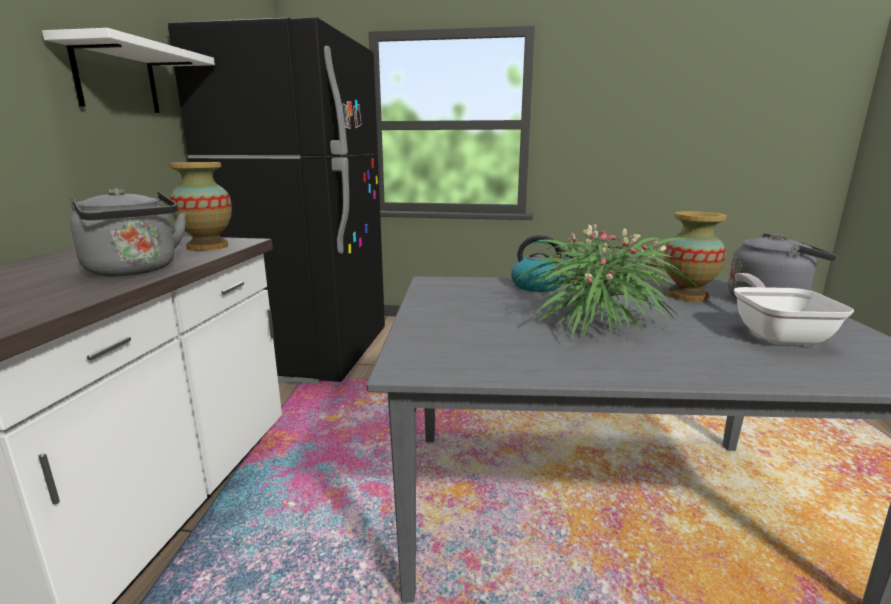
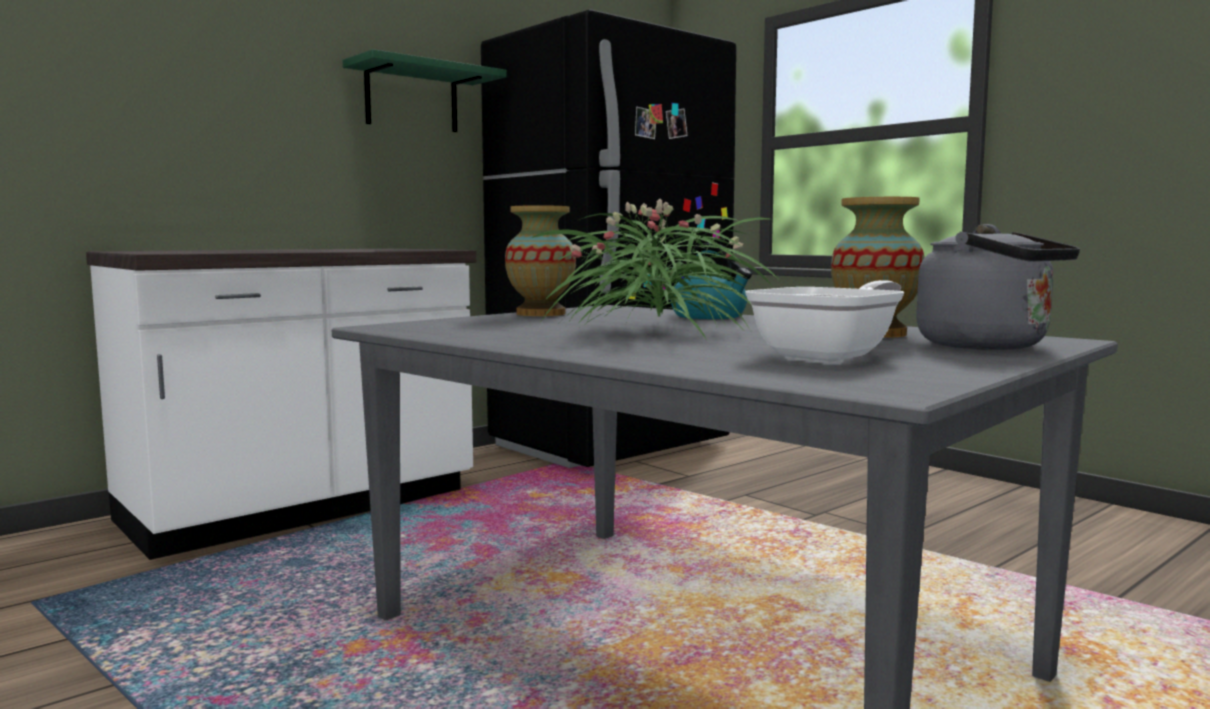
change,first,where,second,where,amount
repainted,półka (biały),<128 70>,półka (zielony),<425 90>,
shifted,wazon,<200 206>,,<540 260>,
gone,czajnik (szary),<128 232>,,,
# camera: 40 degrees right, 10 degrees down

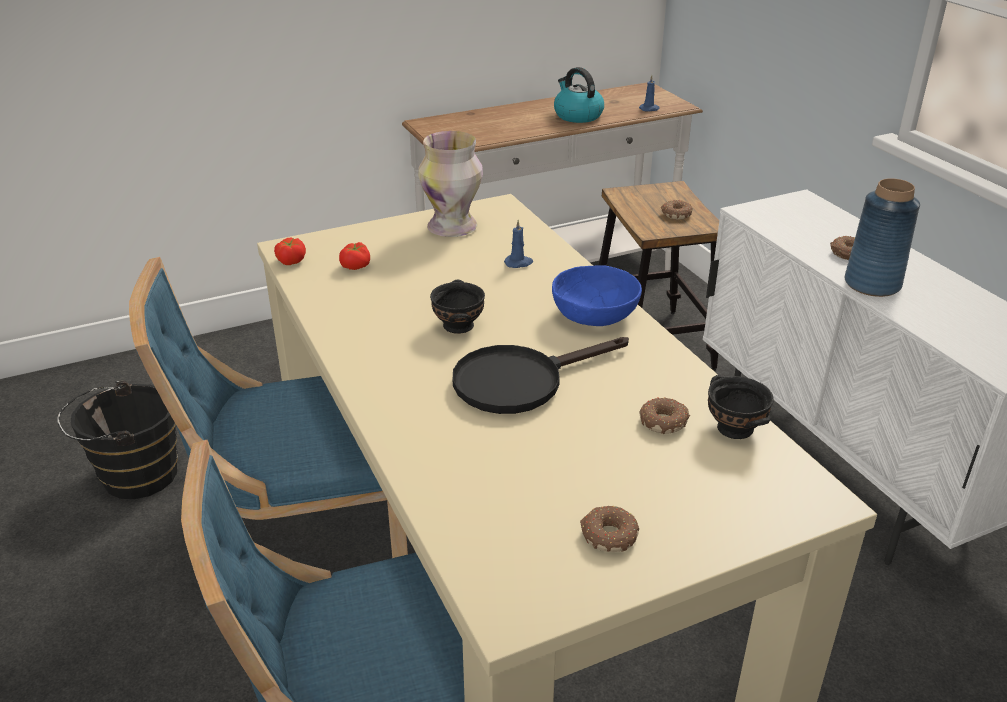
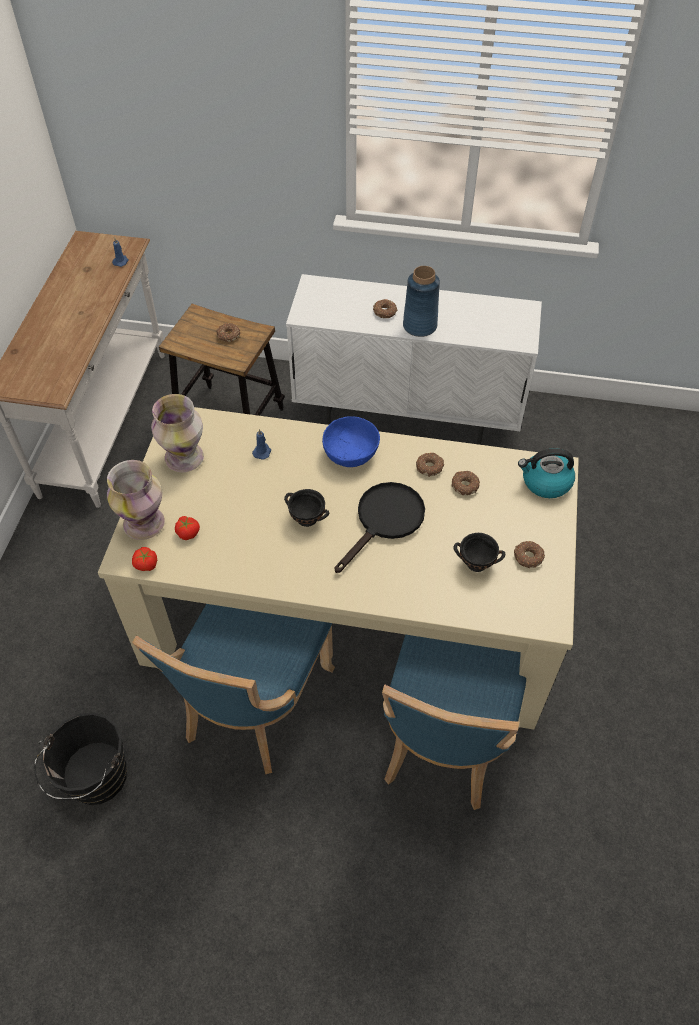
change,first,where,second,where,amount
shifted,czajnik,<579 95>,,<546 473>,
rotated,patelnia (czarny),<541 375>,,<380 527>,150 degrees counterclockwise
shifted,miska (czarny),<741 407>,,<479 552>,
new,,,donut,<430 465>,
new,,,wazon,<136 500>,
# camera: 55 degrees left, 20 degrees up

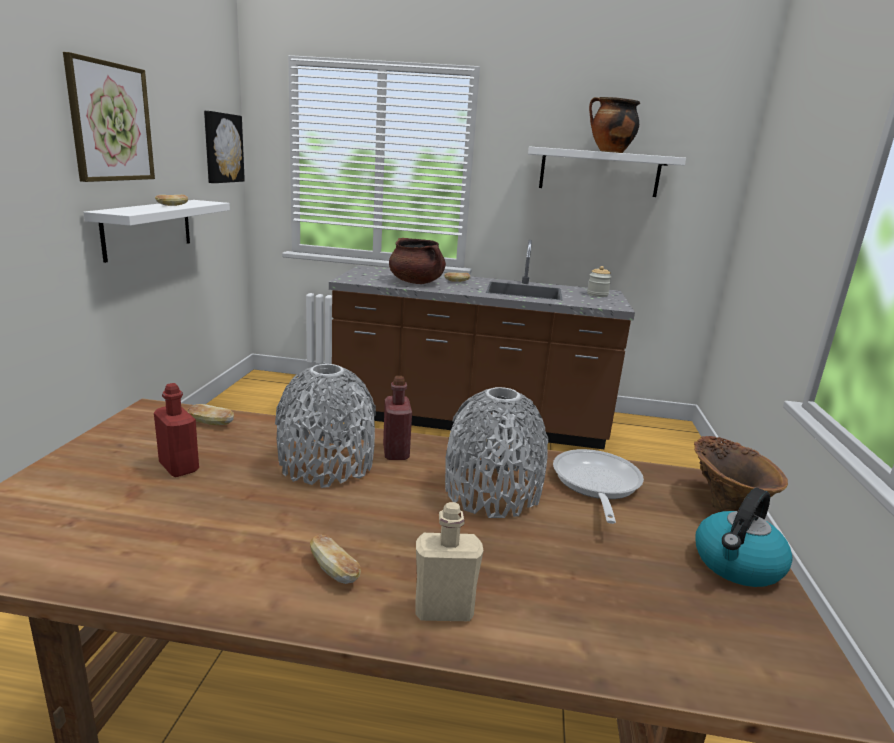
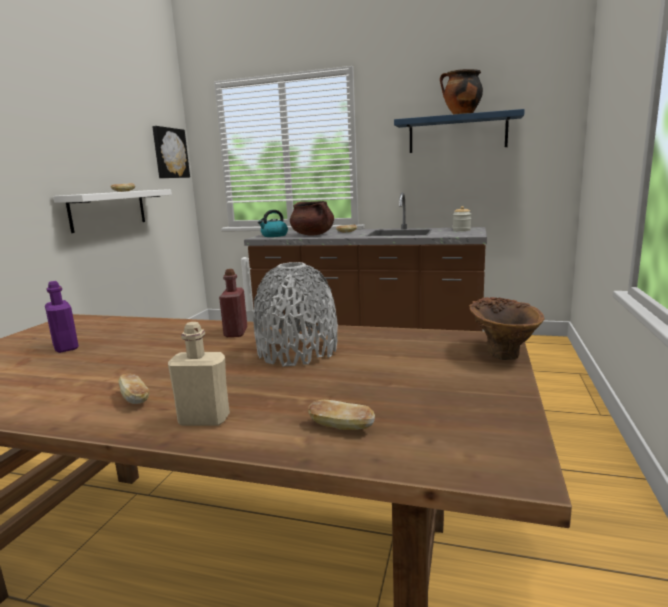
change,first,where,second,where,amount
gone,obraz,<109 117>,,,
repainted,półka (biały),<607 171>,półka (niebieski),<459 131>,
gone,wazon (szary),<325 426>,,,
repainted,butelka (czerwony),<176 430>,butelka (fioletowy),<62 317>,
shifted,chleb,<211 414>,,<341 415>,
gone,patelnia,<598 486>,,,
shifted,czajnik,<744 537>,,<273 223>,
# camera: 10 degrees right, 5 degrees down

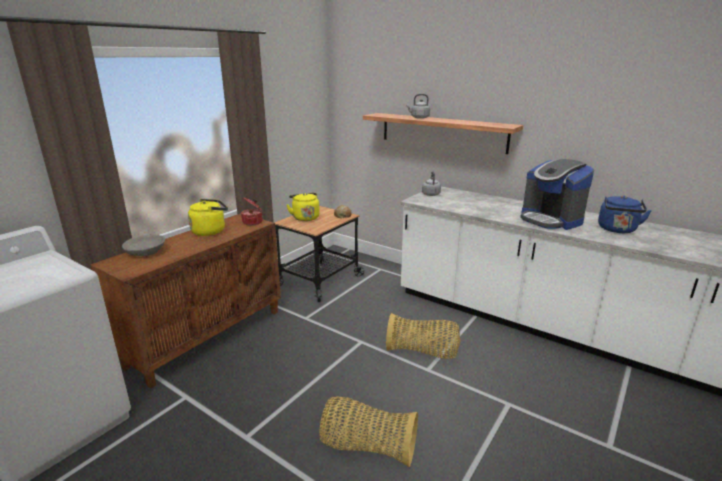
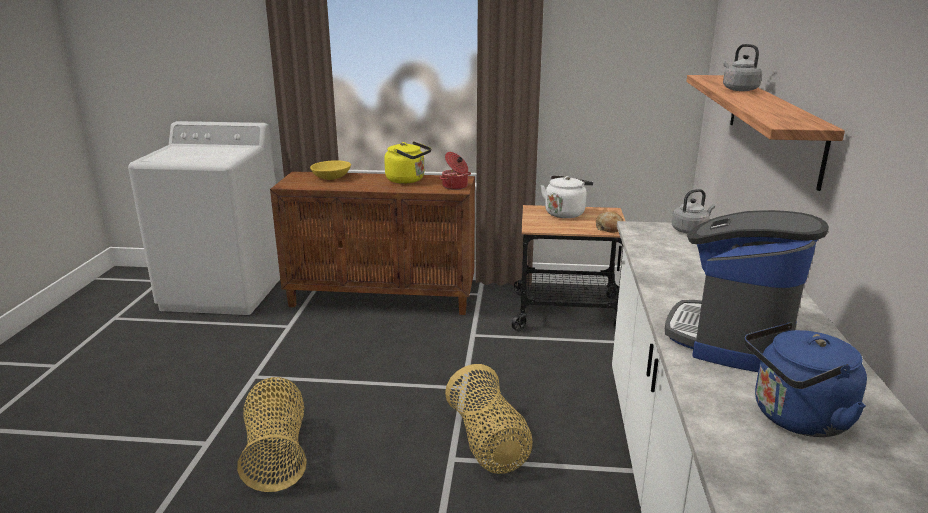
change,first,where,second,where,amount
repainted,czajnik (żółty),<303 207>,czajnik (biały),<566 197>,
repainted,miska (szary),<143 245>,miska (żółty),<330 170>,
# camera: 60 degrees right, 0 degrees up

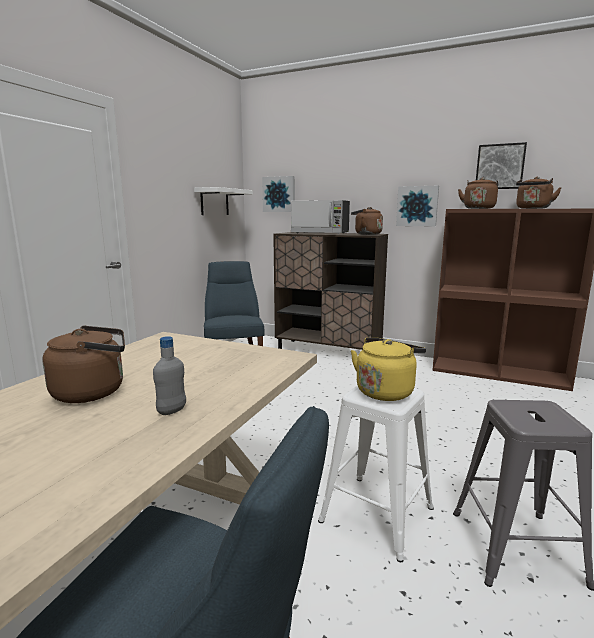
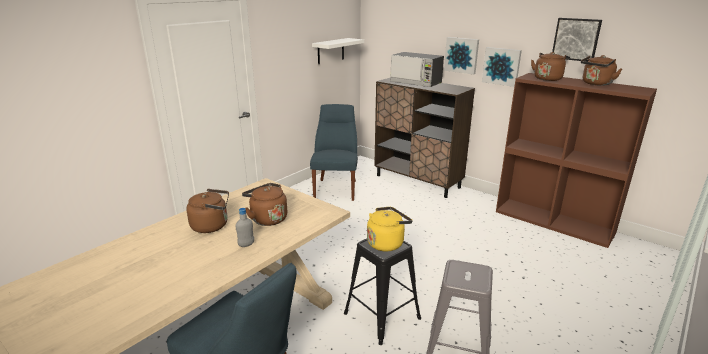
change,first,where,second,where,amount
shifted,obraz,<278 194>,,<461 56>,
shifted,czajnik (brązowy),<367 221>,,<264 204>,
repainted,stołek (biały),<376 473>,stołek (czarny),<382 292>,
# camera: 15 degrees right, 10 degrees up

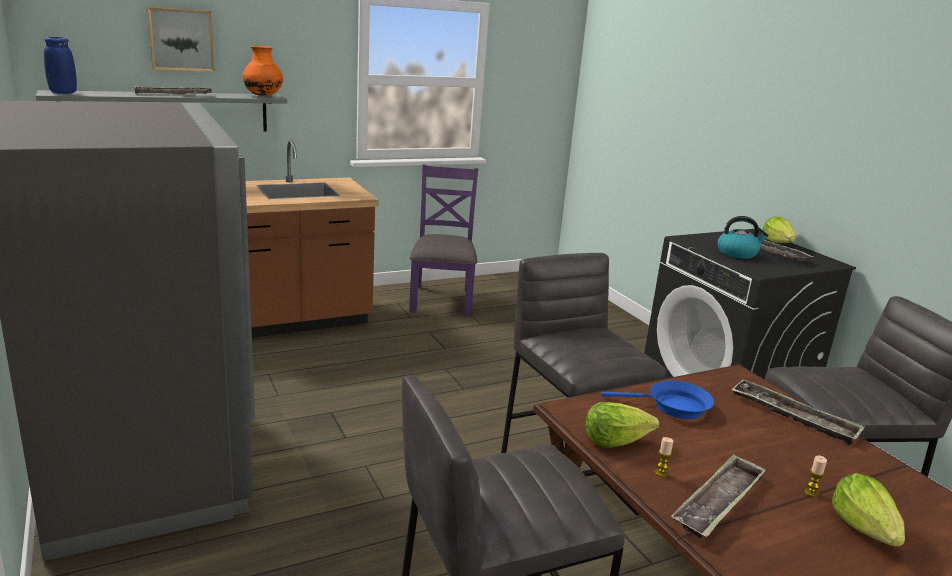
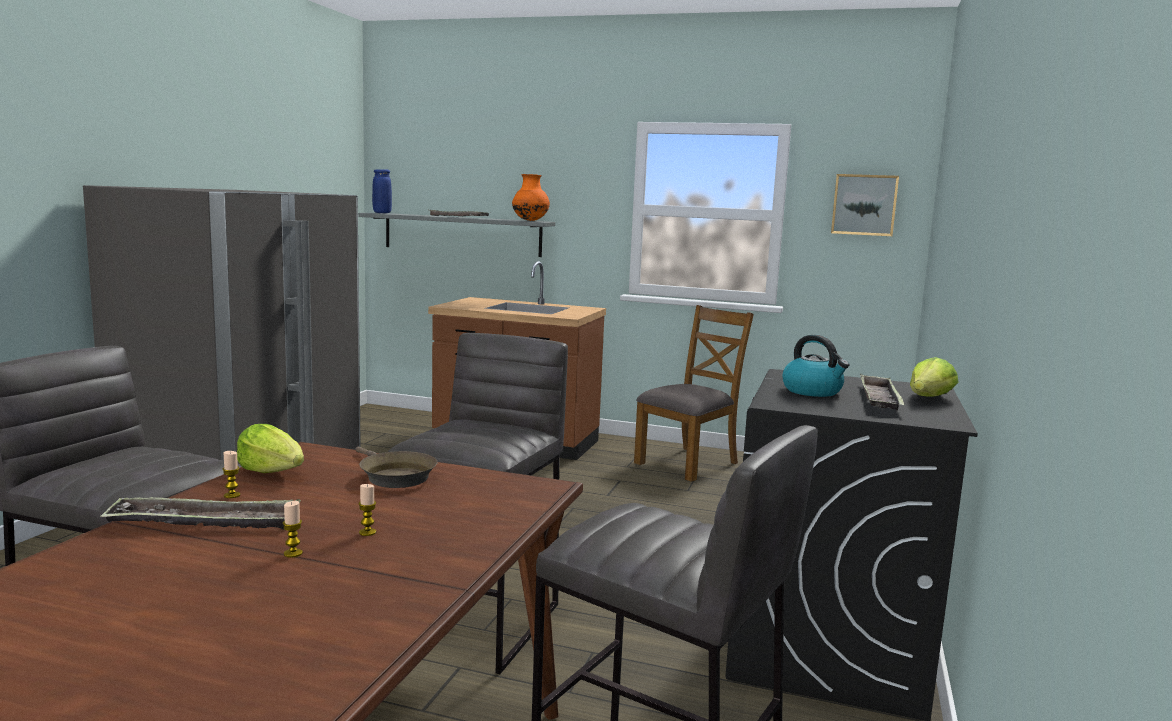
change,first,where,second,where,amount
shifted,obraz,<180 39>,,<865 205>,
repainted,krzesło (fioletowy),<443 240>,krzesło (brązowy),<694 393>,
gone,taca,<798 412>,,,
repainted,patelnia (niebieski),<657 400>,patelnia (brązowy),<396 467>,
gone,sałata,<868 510>,,,
new,,,świeca,<367 510>,
# camera: 45 degrees right, 10 degrees down

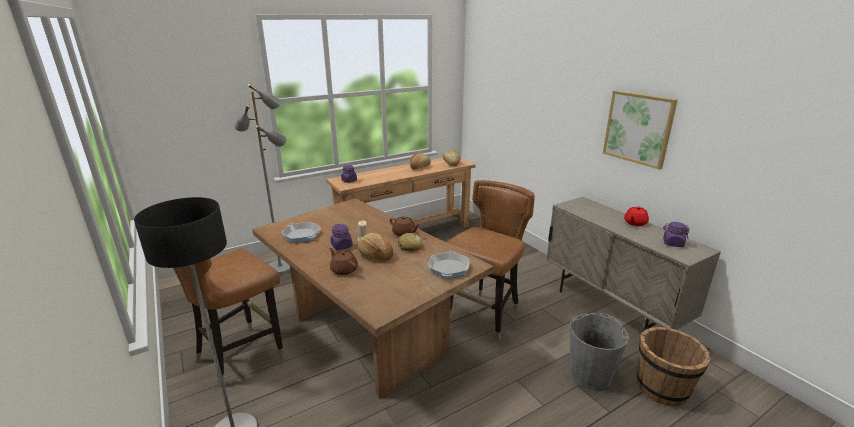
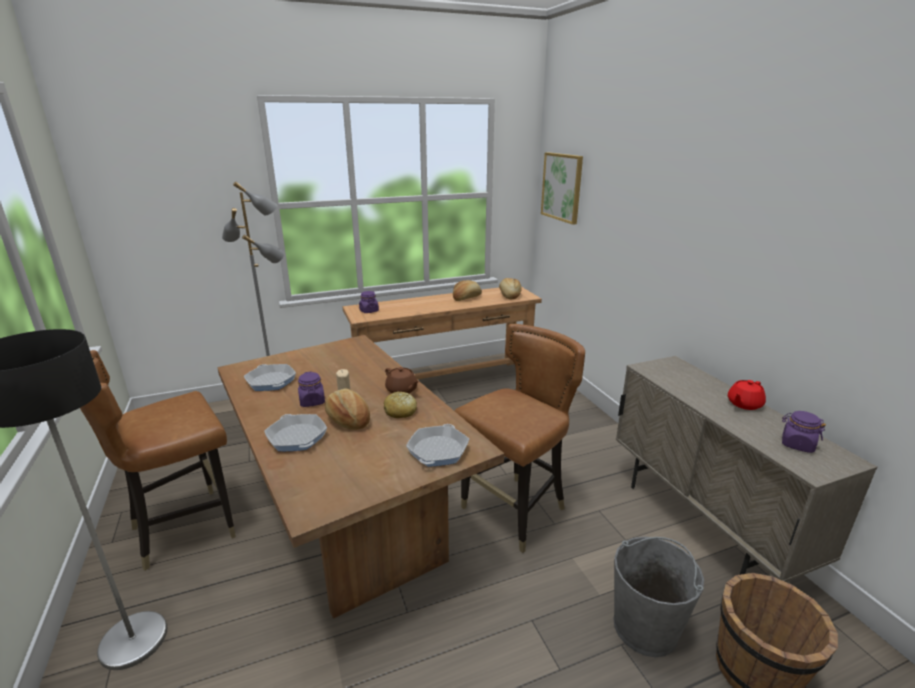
change,first,where,second,where,amount
shifted,obraz,<640 130>,,<562 188>,
swapped,imbryk (brązowy),<343 261>,patelnia,<295 432>,
# camera: 10 degrees right, 0 degrees up

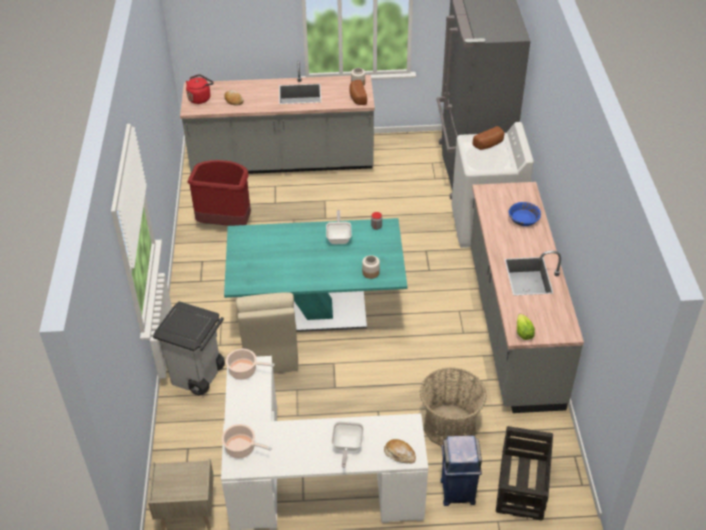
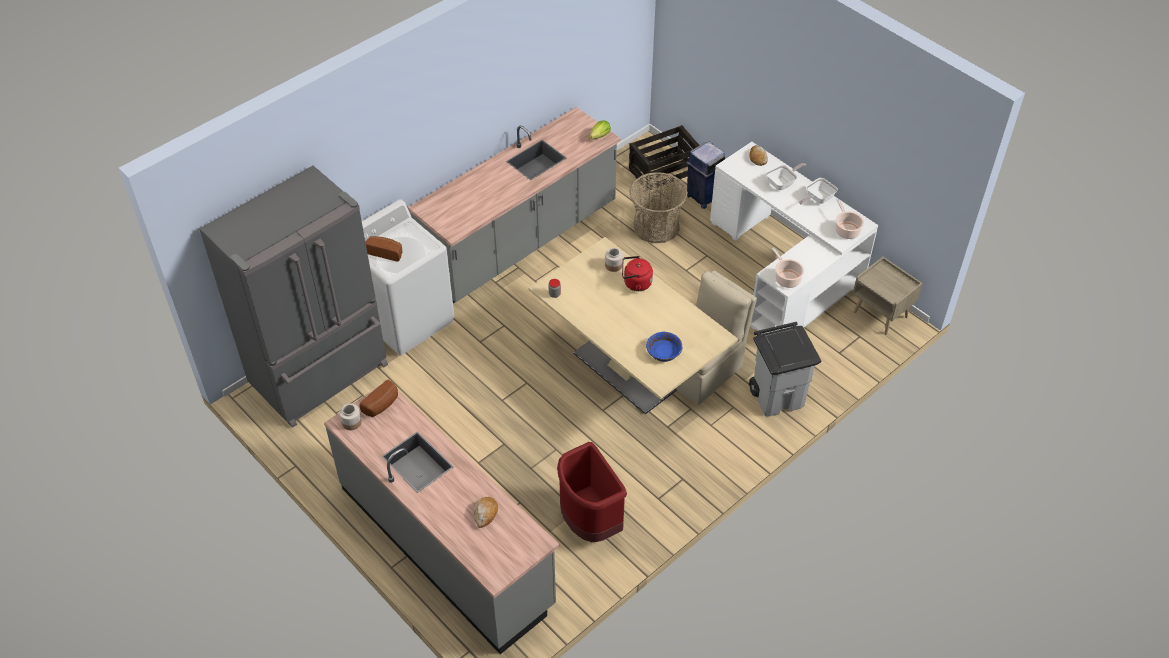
change,first,where,second,where,amount
shifted,czajnik (czerwony),<200 89>,,<637 273>,
shifted,miska (niebieski),<524 214>,,<664 347>,
shifted,patelnia,<339 227>,,<818 191>,
repainted,stół jadalny (turkusowy),<315 275>,stół jadalny (beżowy),<633 326>,
# camera: 130 degrees left, 5 degrees up

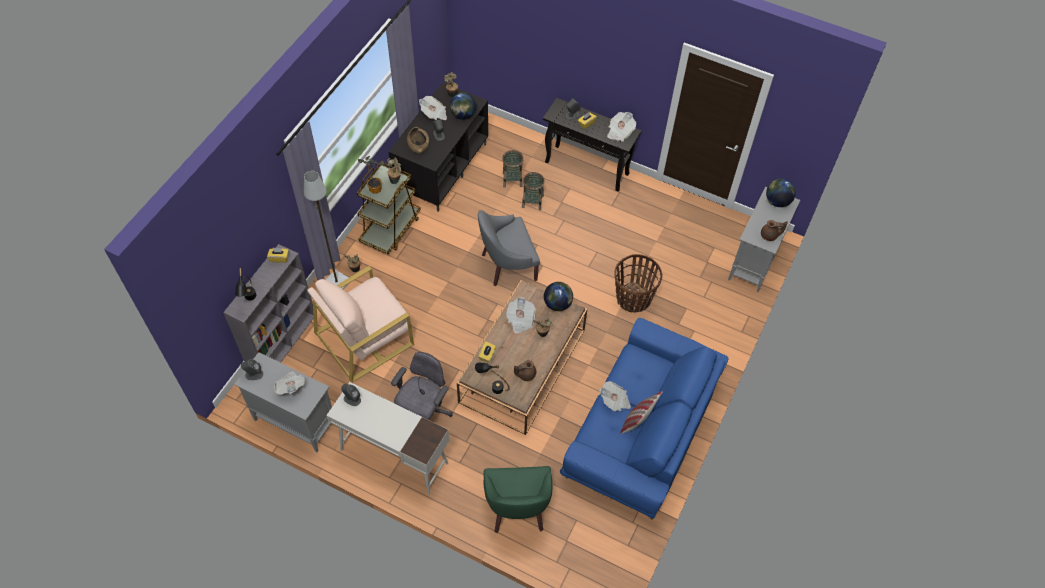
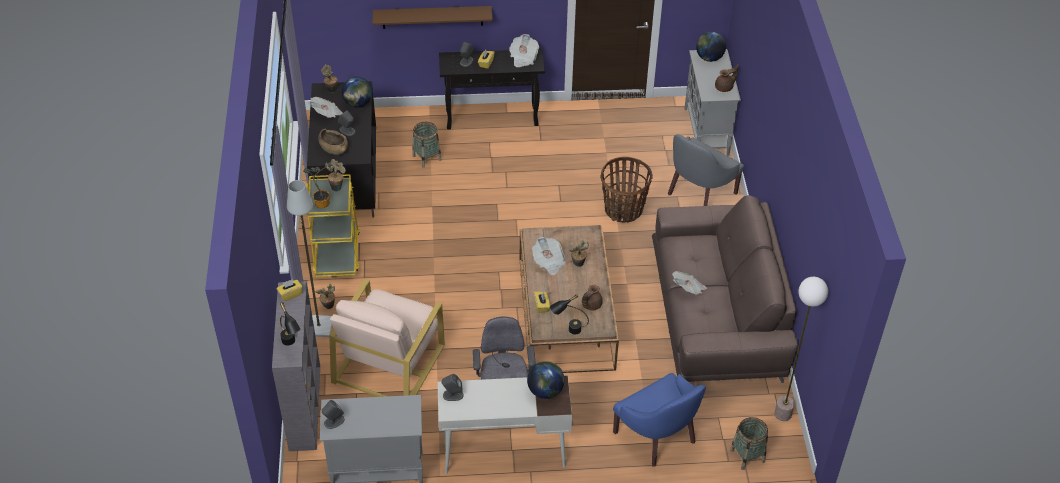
change,first,where,second,where,amount
repainted,wózek (brązowy),<389 208>,wózek (żółty),<333 225>,
shifted,koszyk,<533 191>,,<749 443>,
shifted,fotel (szary),<509 248>,,<706 170>,
shifted,globus,<558 296>,,<546 380>,
repainted,kanapa (niebieski),<644 419>,kanapa (brązowy),<725 289>,
gone,gazeta,<289 383>,,,
gone,poduszka,<641 412>,,,
repainted,fotel (zielony),<517 499>,fotel (niebieski),<659 419>,
new,,,półka (brązowy),<433 17>,
new,,,lampa stojąca,<801 349>,
# camera: 30 degrees left, 10 degrees down

